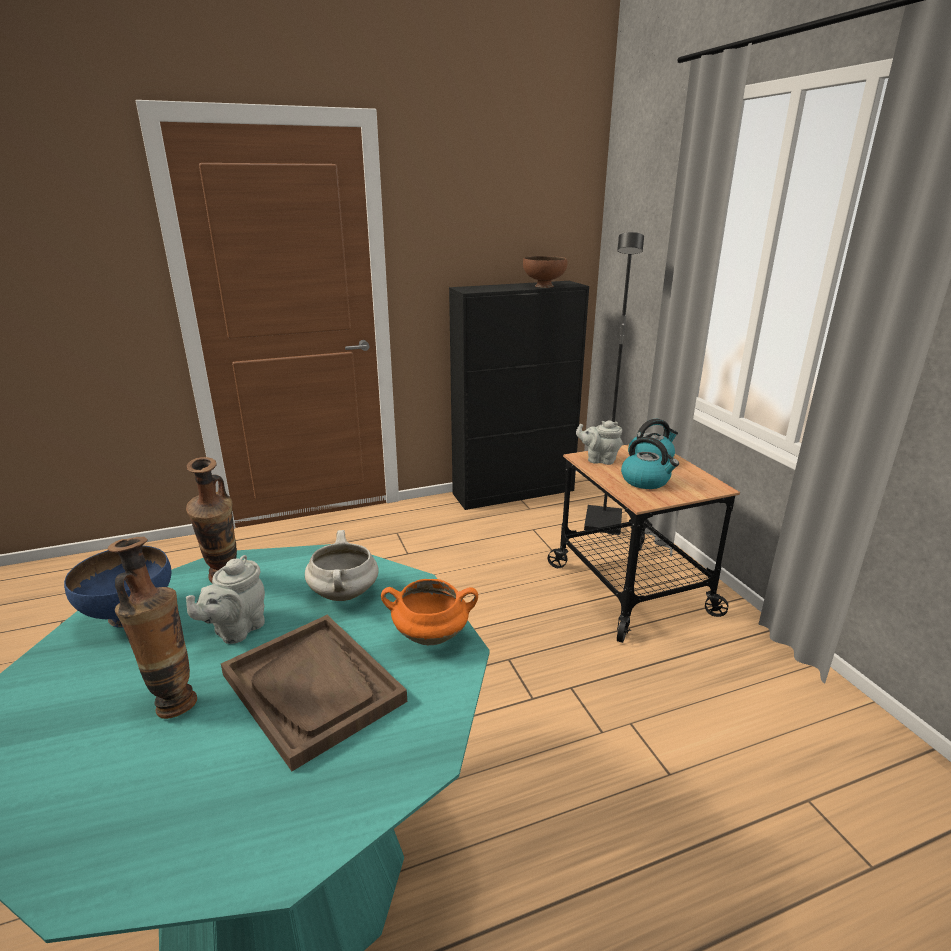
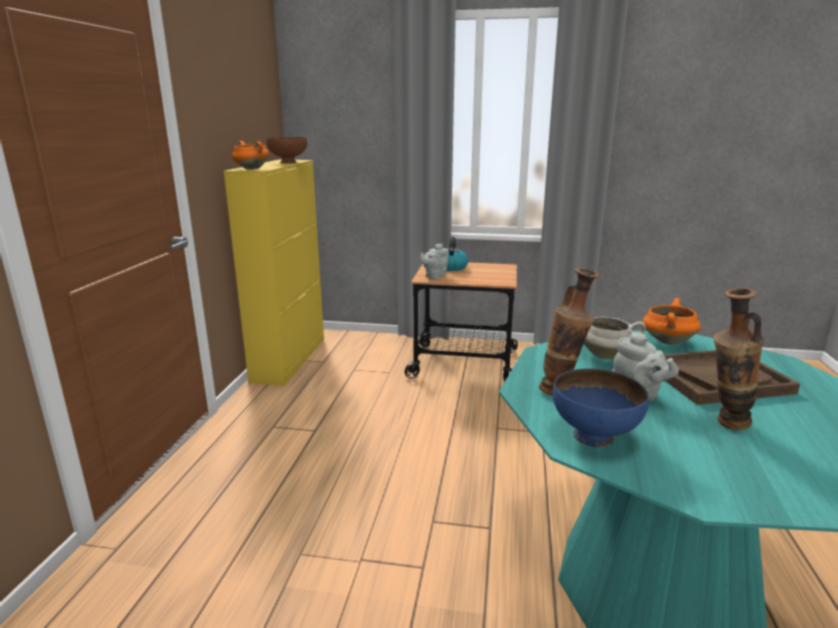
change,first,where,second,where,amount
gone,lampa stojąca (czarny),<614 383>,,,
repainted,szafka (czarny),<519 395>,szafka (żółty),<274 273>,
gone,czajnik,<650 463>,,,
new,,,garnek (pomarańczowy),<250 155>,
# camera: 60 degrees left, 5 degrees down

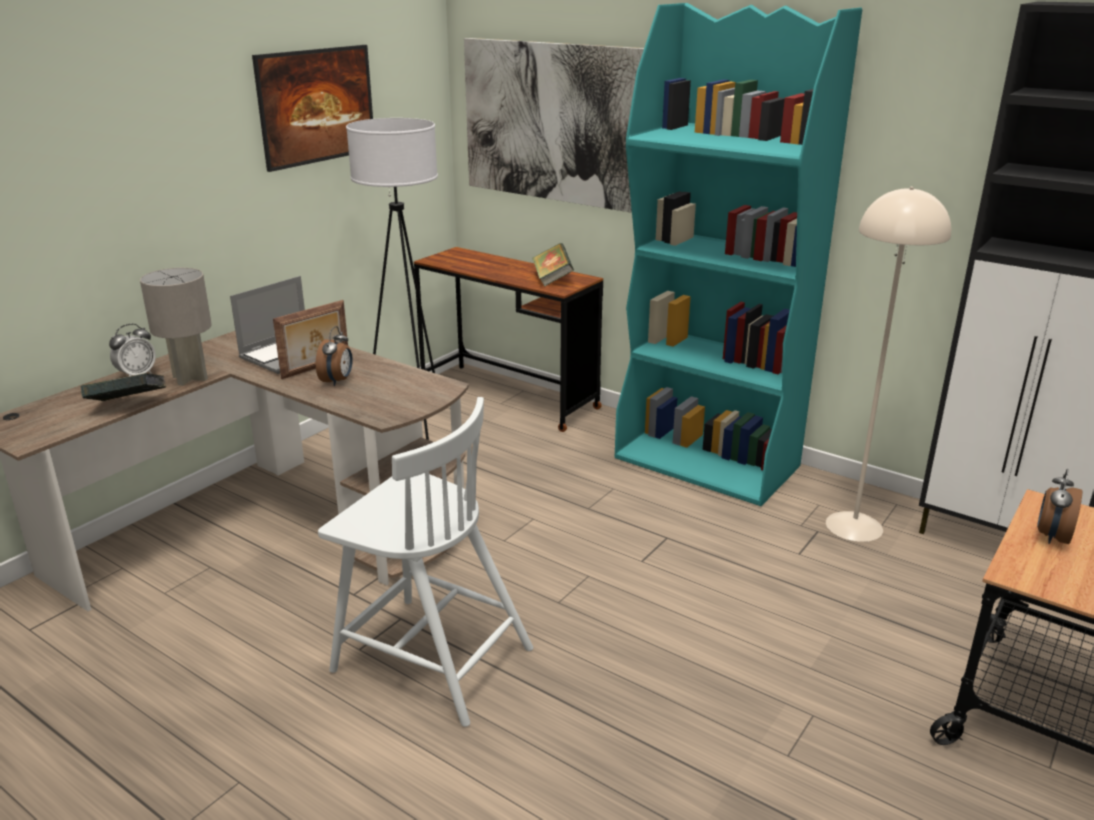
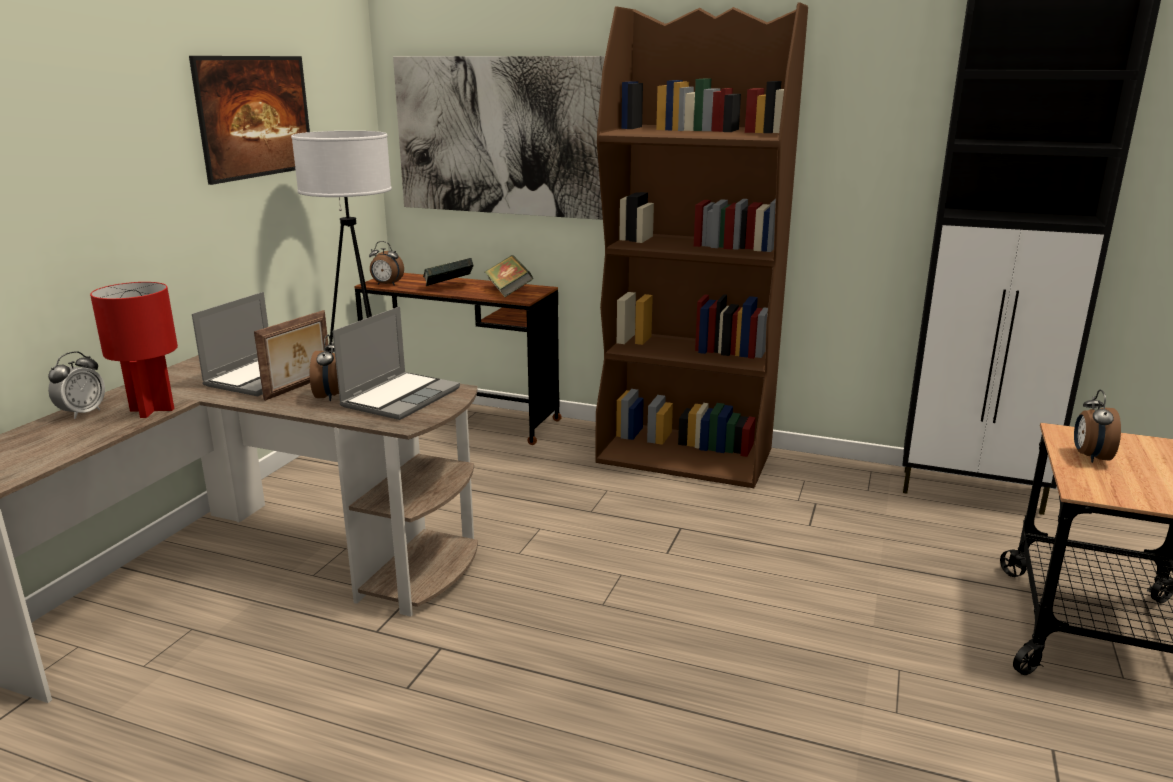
change,first,where,second,where,amount
repainted,regał (turkusowy),<738 254>,regał (brązowy),<701 245>,
gone,lampa stojąca (beżowy),<888 364>,,,
repainted,lampa stołowa (szary),<176 327>,lampa stołowa (czerwony),<134 350>,
shifted,książka,<123 387>,,<448 272>,
gone,krzesło (biały),<425 562>,,,
new,,,budzik,<386 263>,
new,,,laptop,<396 363>,
# camera: 15 degrees left, 5 degrees down

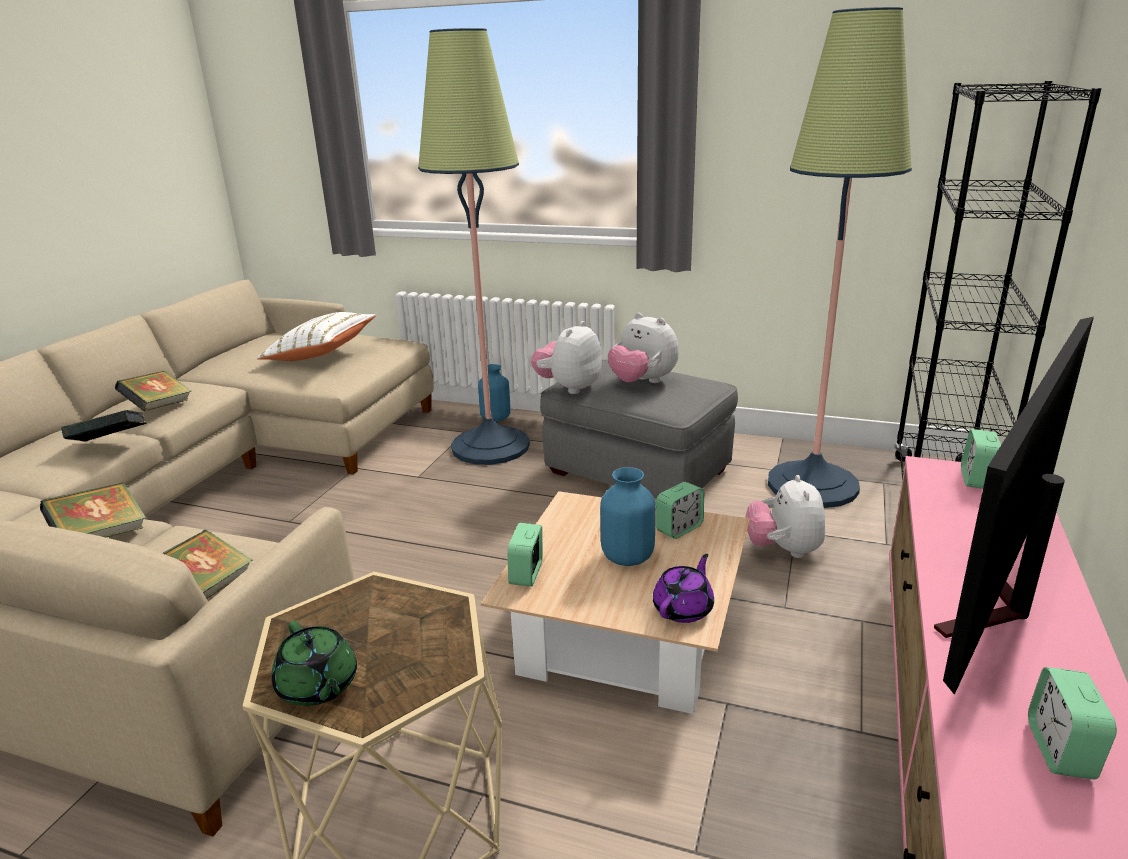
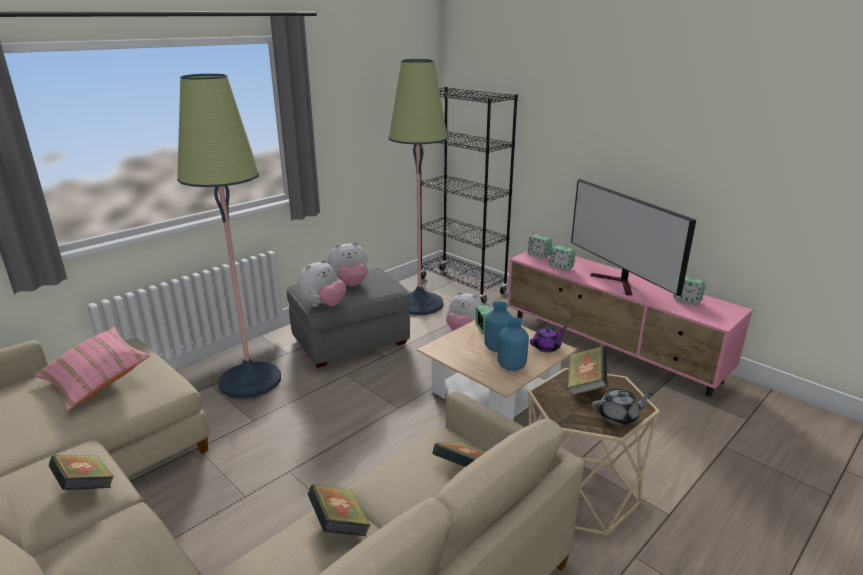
change,first,where,second,where,amount
repainted,poduszka (biały),<316 336>,poduszka (różowy),<92 369>,
rotated,pluszak,<566 357>,,<321 283>,105 degrees counterclockwise
shifted,wazon (niebieski),<494 393>,,<513 344>,
shifted,książka,<103 426>,,<588 370>,
shifted,budzik,<525 555>,,<562 258>,
rotated,imbryk (fioletowy),<683 588>,,<548 339>,90 degrees clockwise
repainted,imbryk (zielony),<314 663>,imbryk (szary),<622 407>,
# camera: 65 degrees left, 0 degrees up

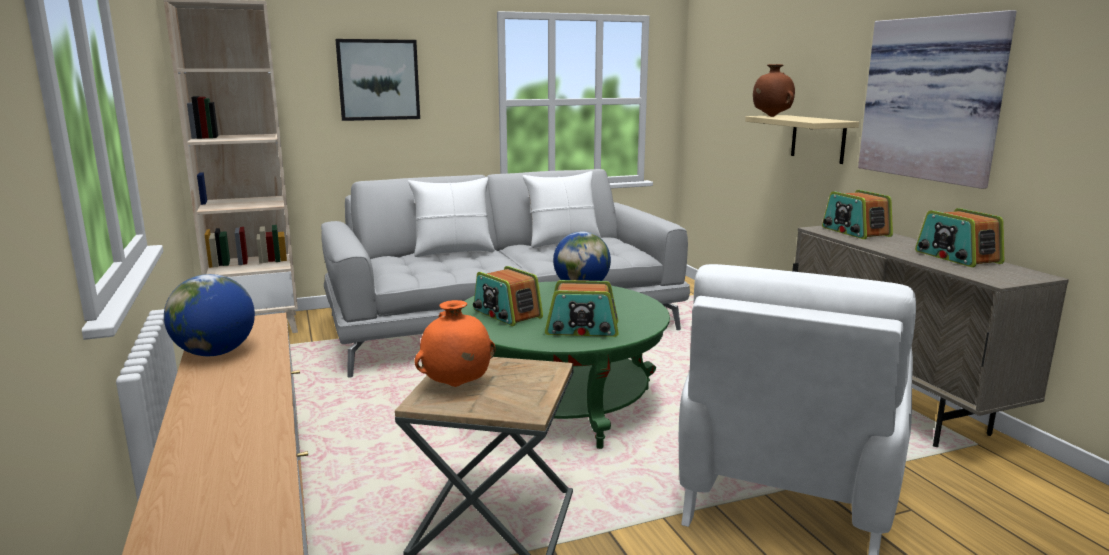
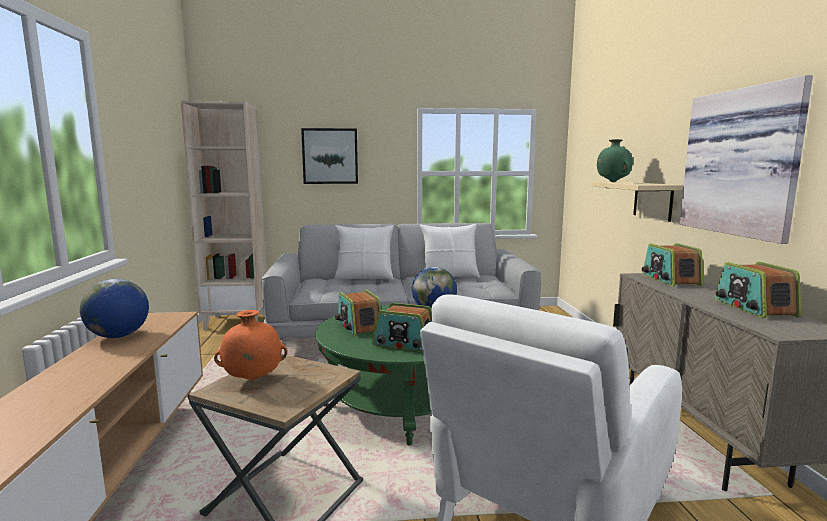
change,first,where,second,where,amount
repainted,wazon (brązowy),<774 90>,wazon (zielony),<615 160>,
# camera: 15 degrees right, 5 degrees down

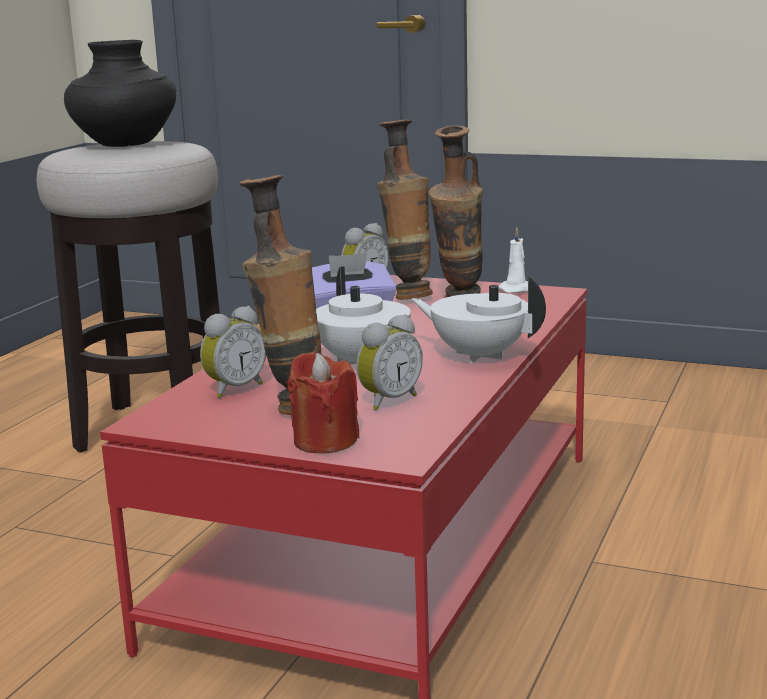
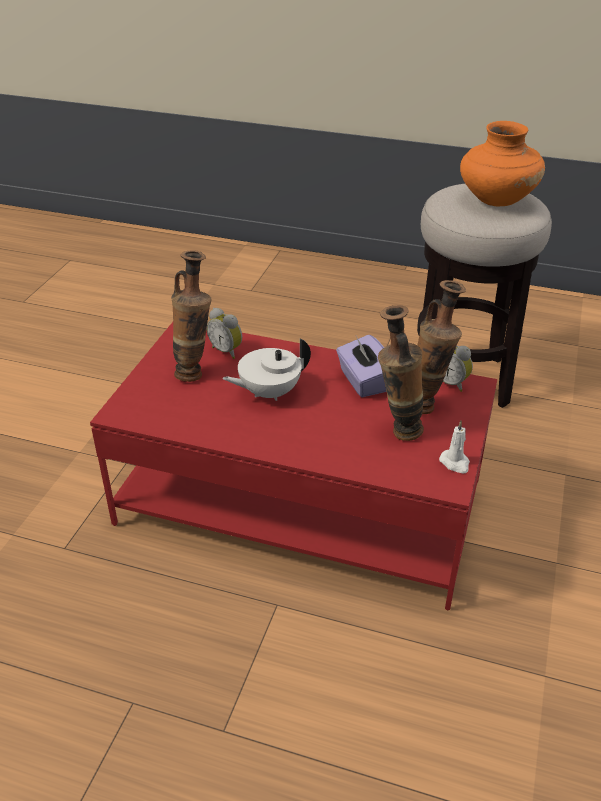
change,first,where,second,where,amount
repainted,wazon (czarny),<120 93>,wazon (pomarańczowy),<502 163>,
gone,imbryk (biały),<478 320>,,,
gone,budzik,<389 362>,,,
gone,świeca (czerwony),<323 402>,,,
# camera: 85 degrees right, 20 degrees up

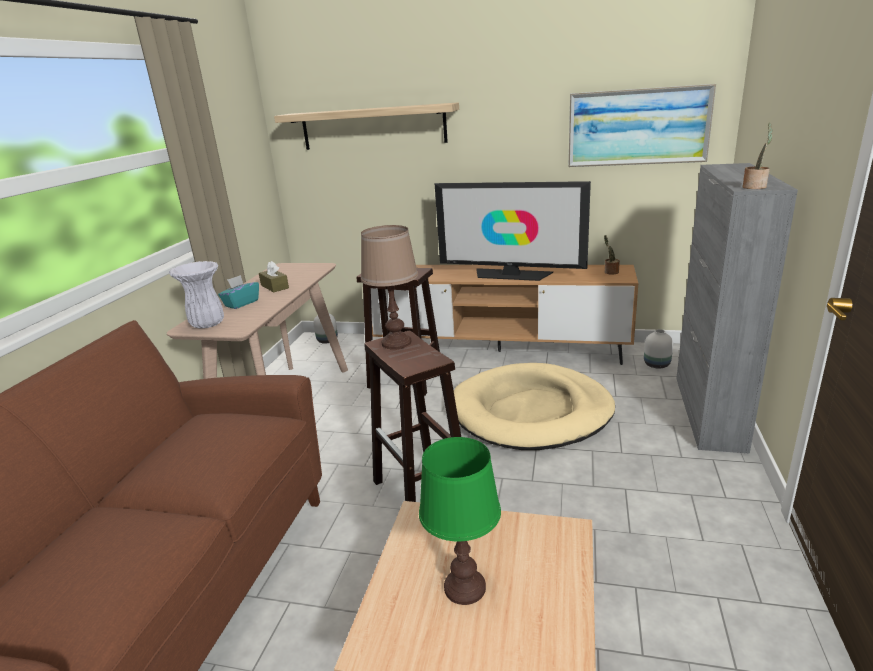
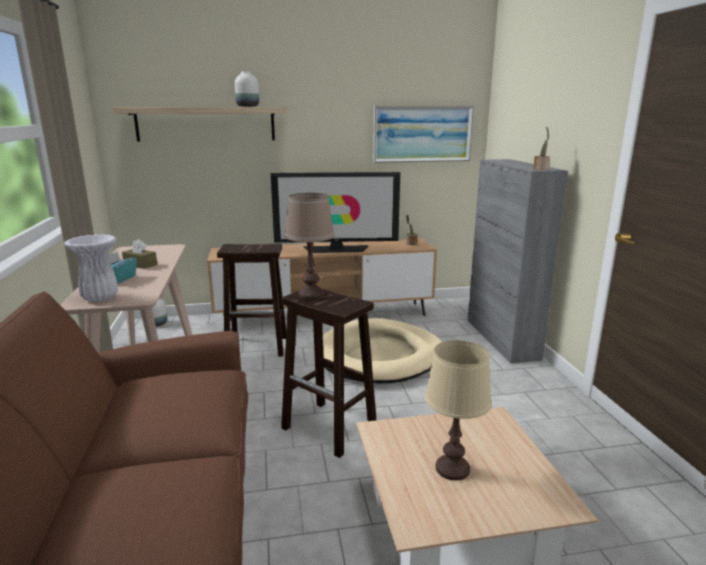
change,first,where,second,where,amount
shifted,wazon (biały),<658 348>,,<247 89>,
repainted,lampa stołowa (zielony),<460 521>,lampa stołowa (beżowy),<458 410>,
# camera: 25 degrees left, 5 degrees down

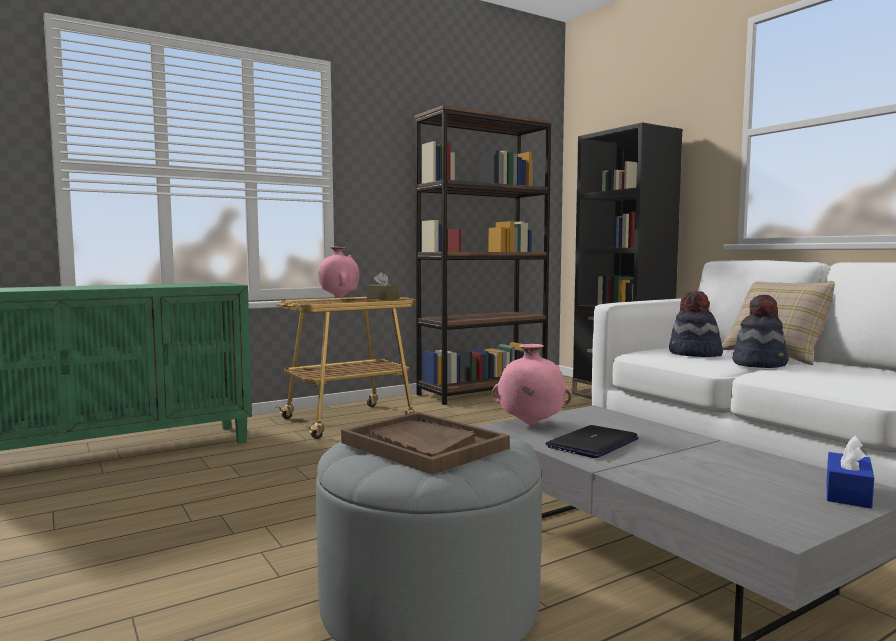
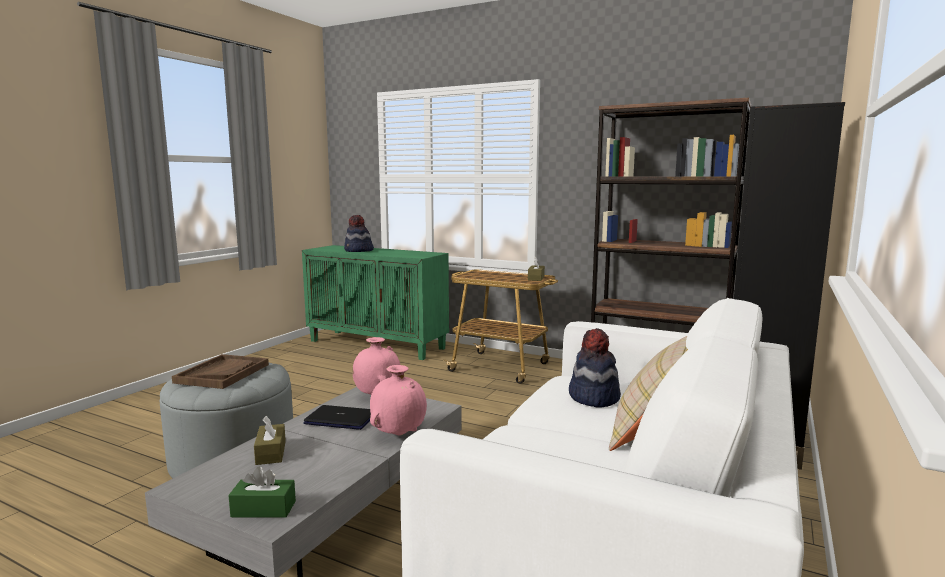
change,first,where,second,where,amount
shifted,wazon (różowy),<338 272>,,<398 400>,
shifted,kapelusz,<760 331>,,<359 233>,
repainted,pudełko chusteczek (niebieski),<850 472>,pudełko chusteczek (zielony),<262 492>,
new,,,pudełko chusteczek (brązowy),<270 440>,
# camera: 60 degrees right, 5 degrees up

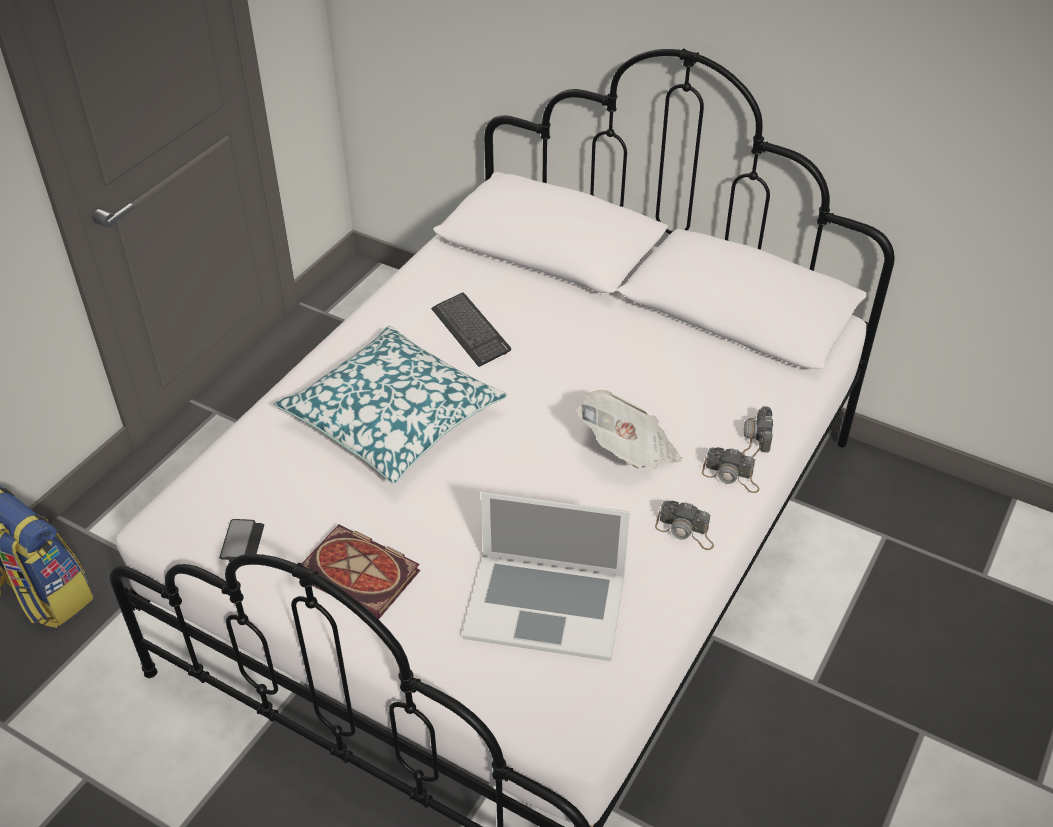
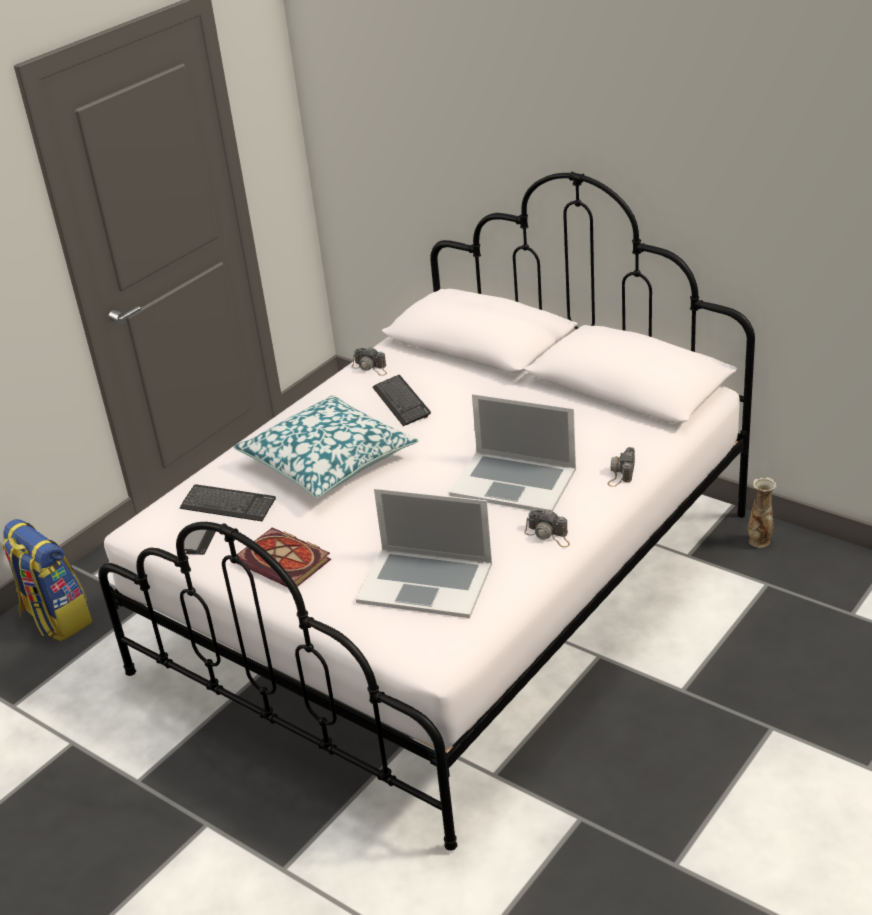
change,first,where,second,where,amount
swapped,gazeta,<629 429>,laptop,<512 453>,
shifted,aparat fotograficzny,<731 470>,,<369 361>,
new,,,wazon,<762 512>,
new,,,klawiatura,<228 503>,
# camera: 10 degrees right, 10 degrees down

